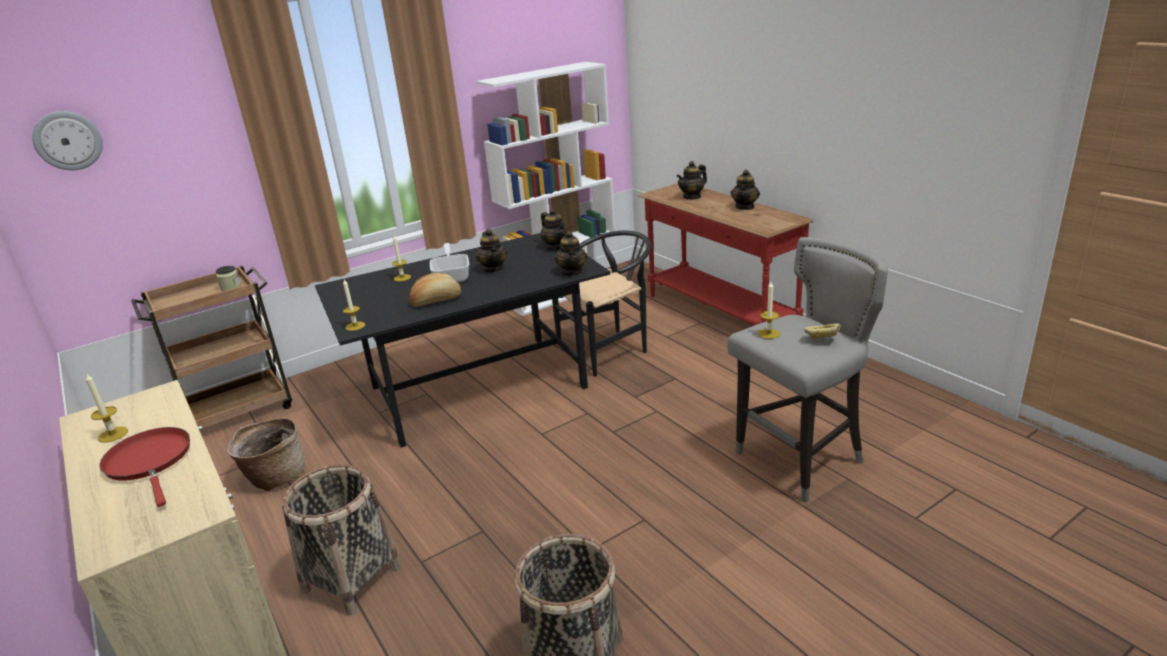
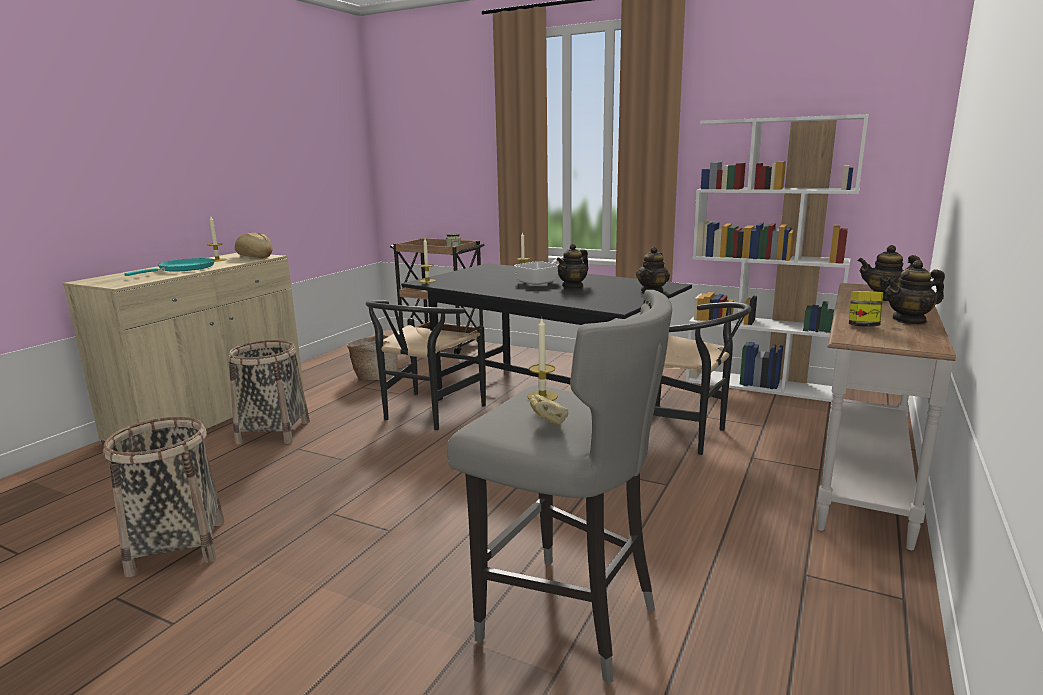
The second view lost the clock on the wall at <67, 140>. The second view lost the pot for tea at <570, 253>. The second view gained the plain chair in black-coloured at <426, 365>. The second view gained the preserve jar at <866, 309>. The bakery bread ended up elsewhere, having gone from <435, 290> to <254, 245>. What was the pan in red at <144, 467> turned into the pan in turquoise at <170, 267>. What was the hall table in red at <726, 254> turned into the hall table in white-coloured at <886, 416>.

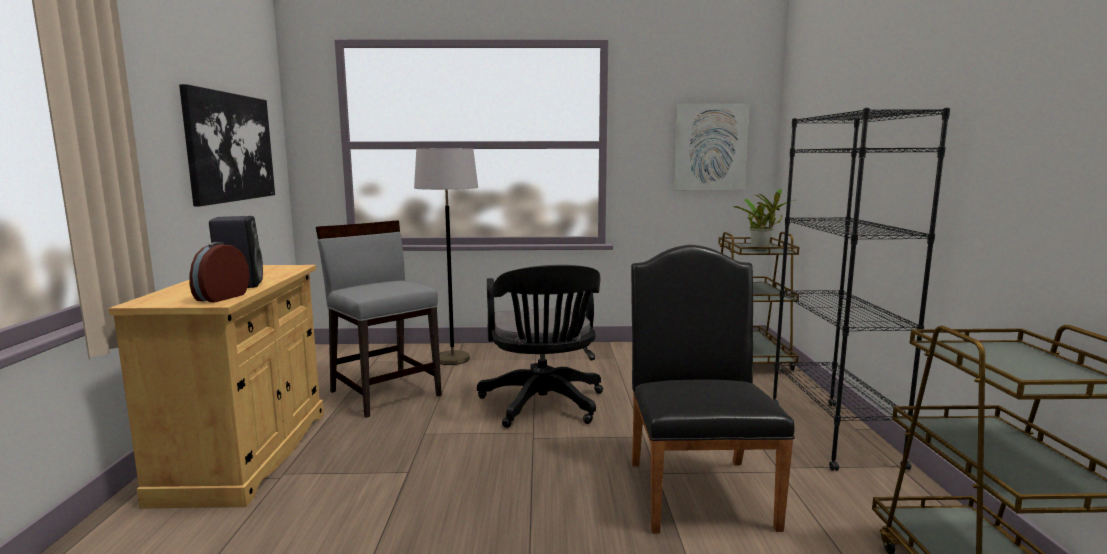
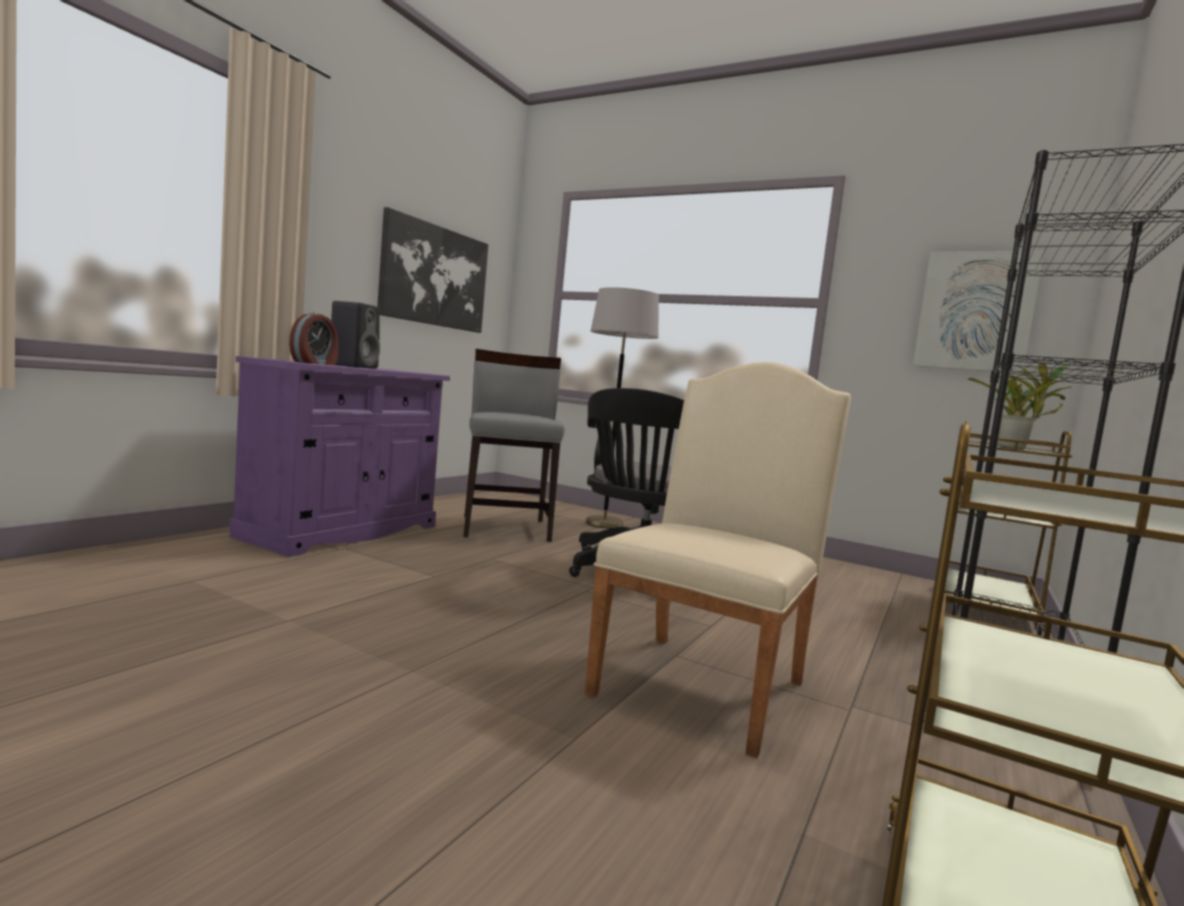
What was the cabinet in sand-coloured at <216, 387> turned into the cabinet in purple-coloured at <340, 456>. What was the plain chair in black-coloured at <713, 389> turned into the plain chair in sand-coloured at <718, 560>. The table clock at <219, 272> ended up facing another way, 150 degrees clockwise from before.

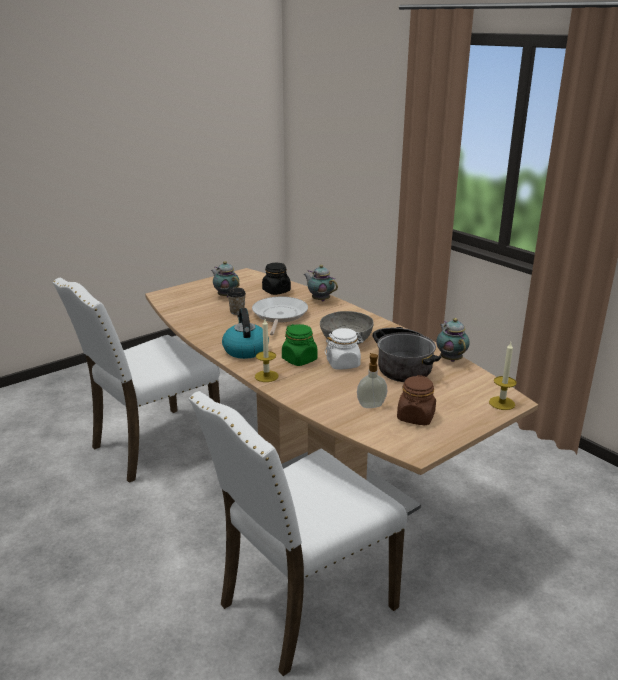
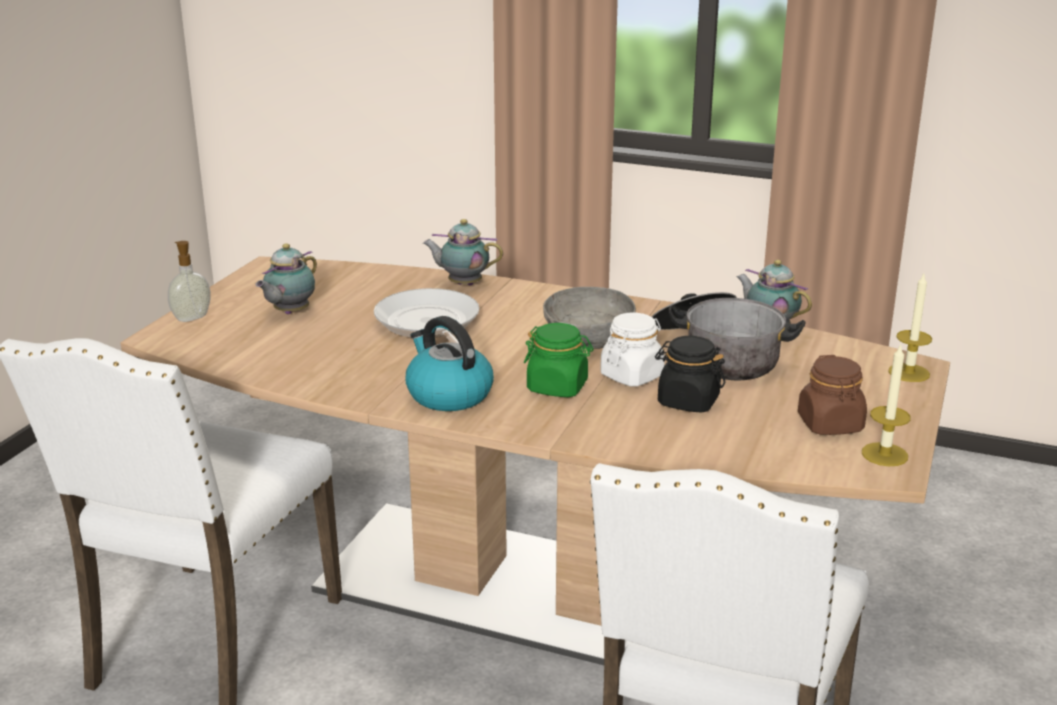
The second view lost the drinking cup at <236, 301>. The wax light ended up elsewhere, having gone from <266, 350> to <886, 405>. The preserve jar in black-coloured ended up elsewhere, having gone from <276, 279> to <690, 374>. The liquid soap bottle ended up elsewhere, having gone from <372, 380> to <189, 281>. The pot for tea at <225, 279> ended up facing another way, 75 degrees counterclockwise from before.

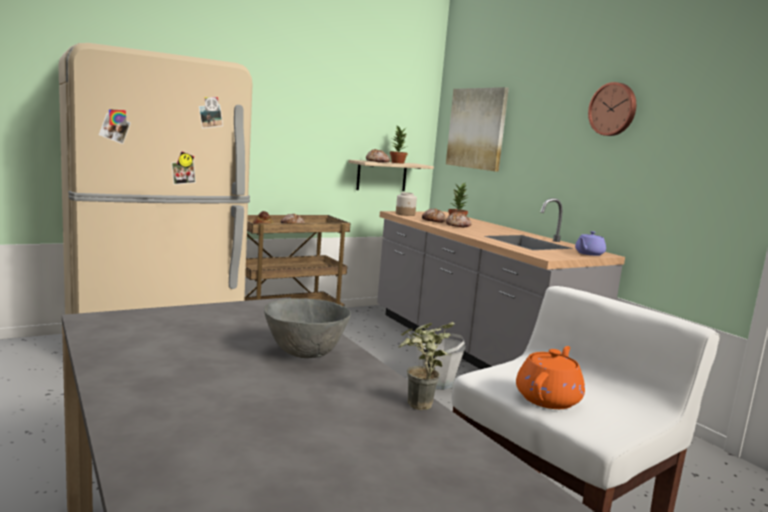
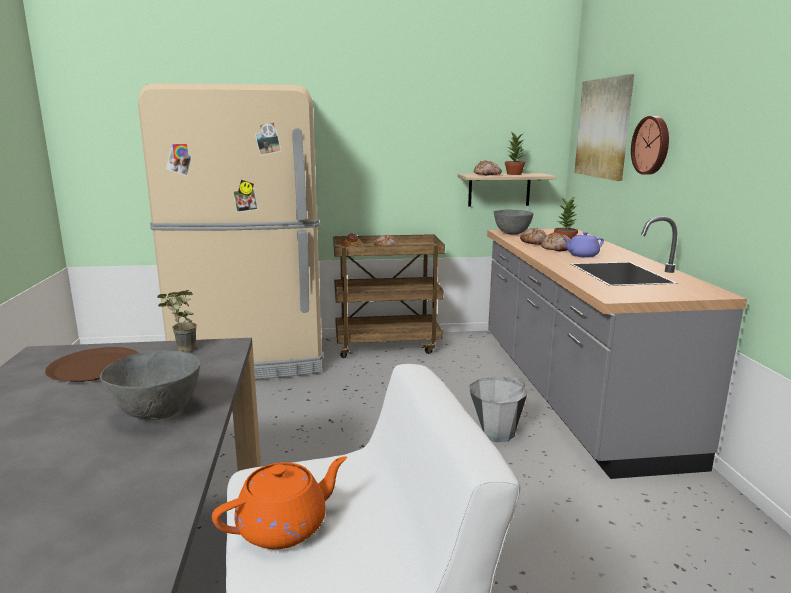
The second view gained the flat dish in brownish at <91, 364>. The plant in a pot ended up elsewhere, having gone from <426, 366> to <177, 321>. The pot for tea in purple-coloured ended up elsewhere, having gone from <590, 243> to <584, 245>. The clock on the wall ended up elsewhere, having gone from <612, 109> to <650, 145>. Where the preserve jar stood at <406, 204>, the deep dish in grey came to stand at <514, 222>.

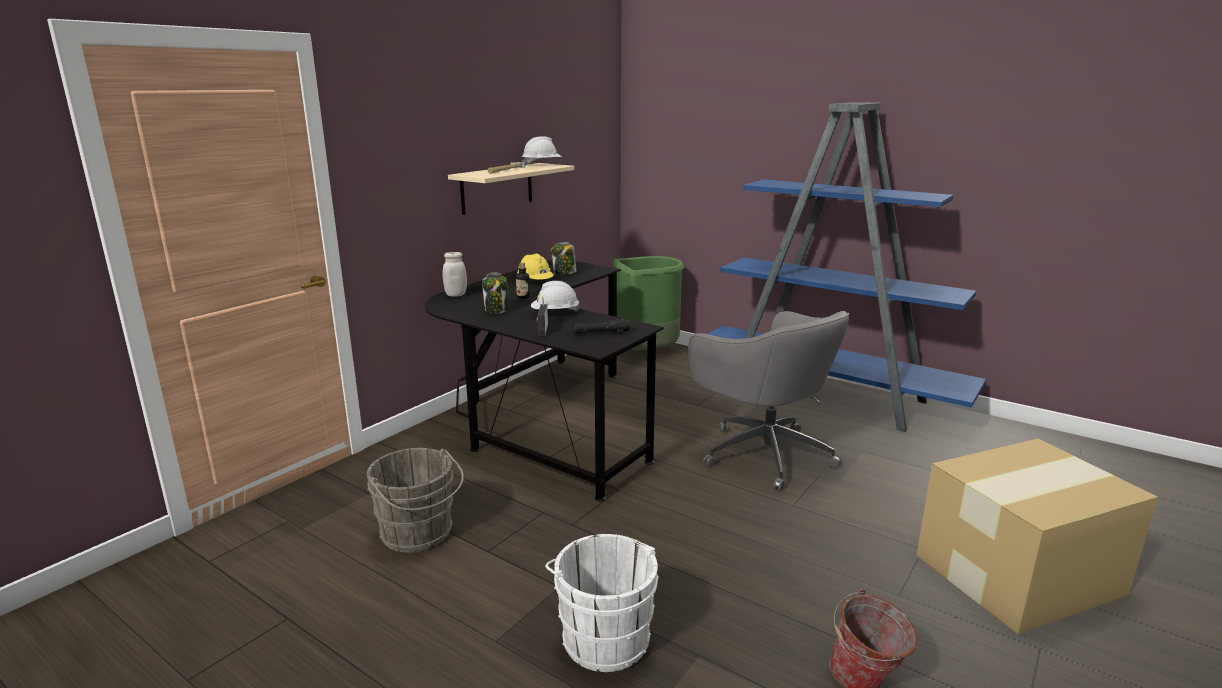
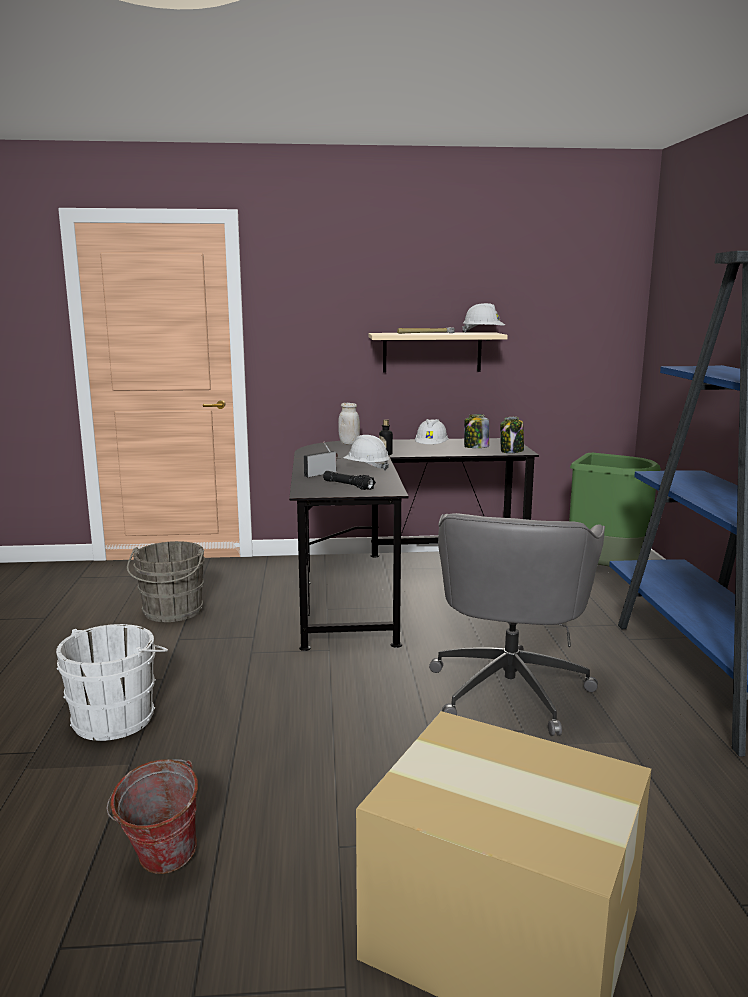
The preserve jar ended up elsewhere, having gone from <496, 293> to <512, 435>. What was the work helmet in yellow-coloured at <535, 267> turned into the work helmet in white-coloured at <432, 432>.

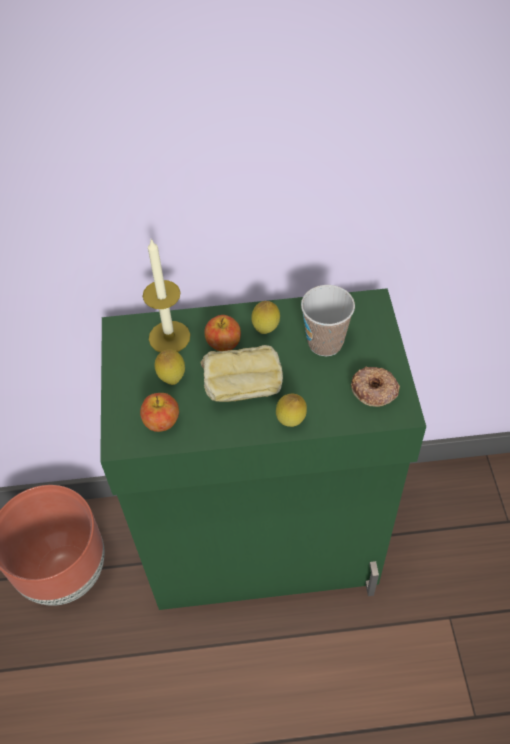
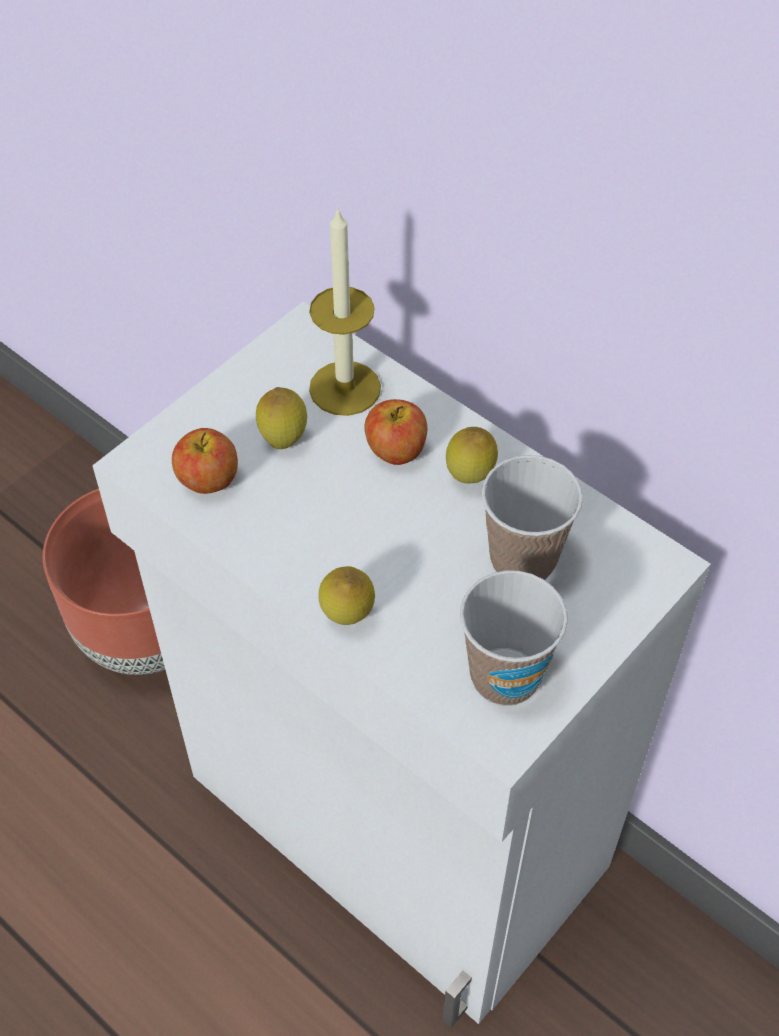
The second view lost the bakery bread at <242, 373>. Where the doughnut stood at <375, 386>, the drinking cup came to stand at <514, 638>. What was the cabinet in green-coloured at <263, 449> turned into the cabinet in white-coloured at <401, 665>.

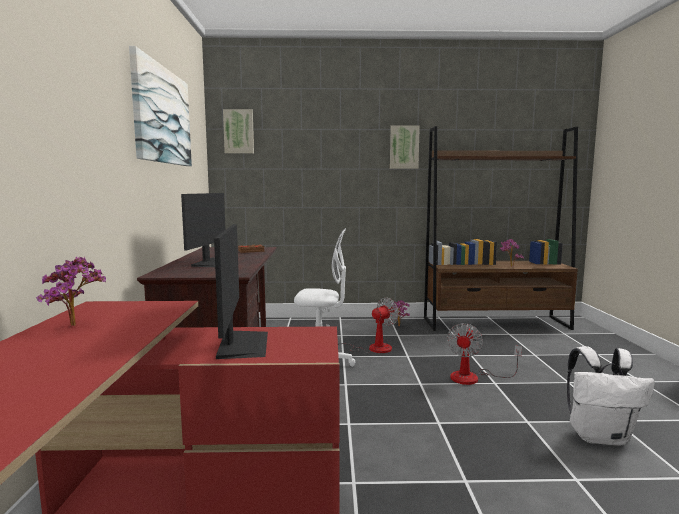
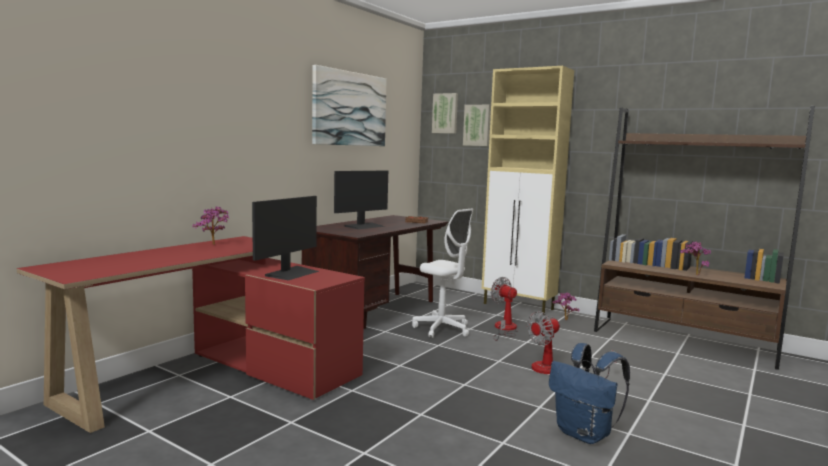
The second view gained the cabinet in sand-coloured at <528, 191>. The wall picture ended up elsewhere, having gone from <405, 147> to <477, 125>. What was the knapsack in white-coloured at <611, 396> turned into the knapsack in blue at <589, 393>. The cooling fan at <362, 325> ended up facing another way, 120 degrees counterclockwise from before.

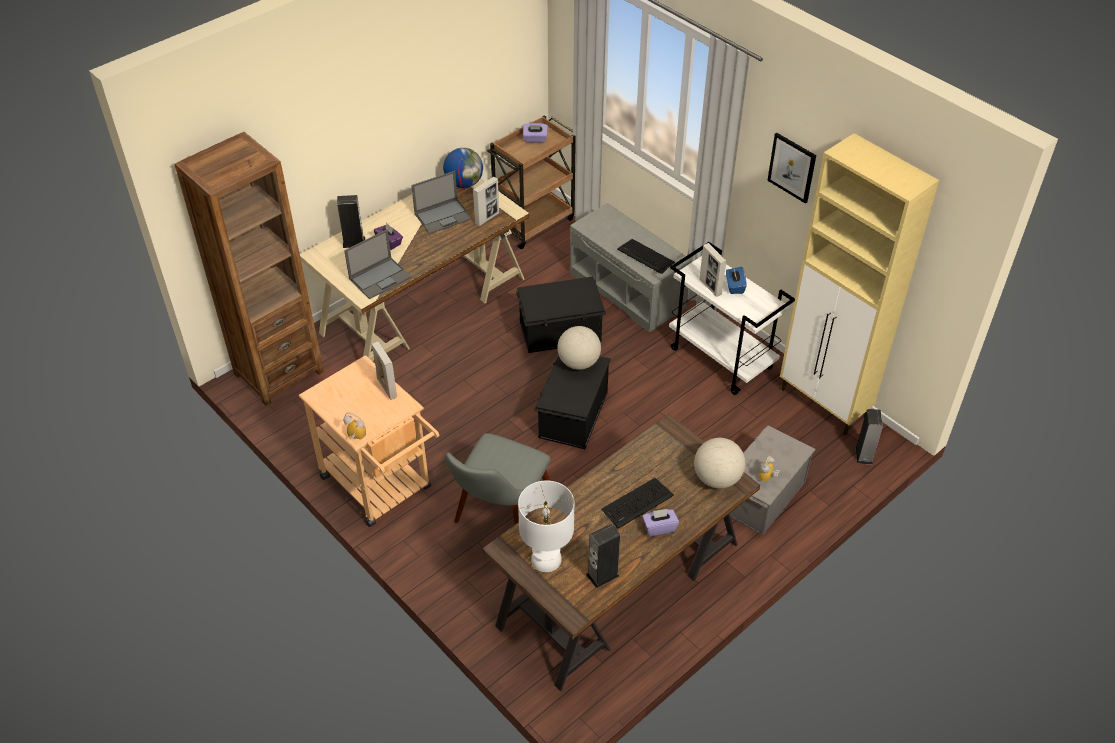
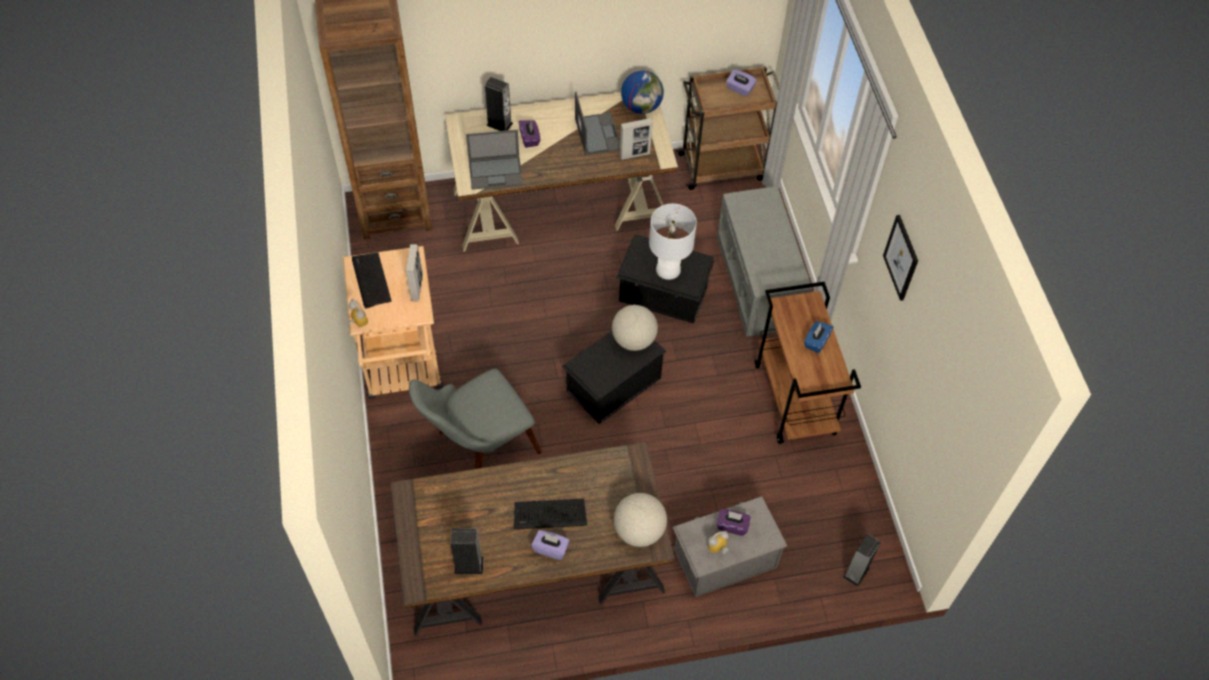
The second view lost the picture frame at <713, 270>. The second view lost the cabinet in sand-coloured at <859, 284>. The second view gained the box of tissues in purple-coloured at <734, 522>. The lamp for a table in white-coloured ended up elsewhere, having gone from <546, 526> to <673, 242>. The keyboard ended up elsewhere, having gone from <646, 256> to <372, 281>. What was the cart in white-coloured at <732, 318> turned into the cart in brownish at <807, 363>. The notebook computer at <441, 202> ended up facing another way, 105 degrees counterclockwise from before.

